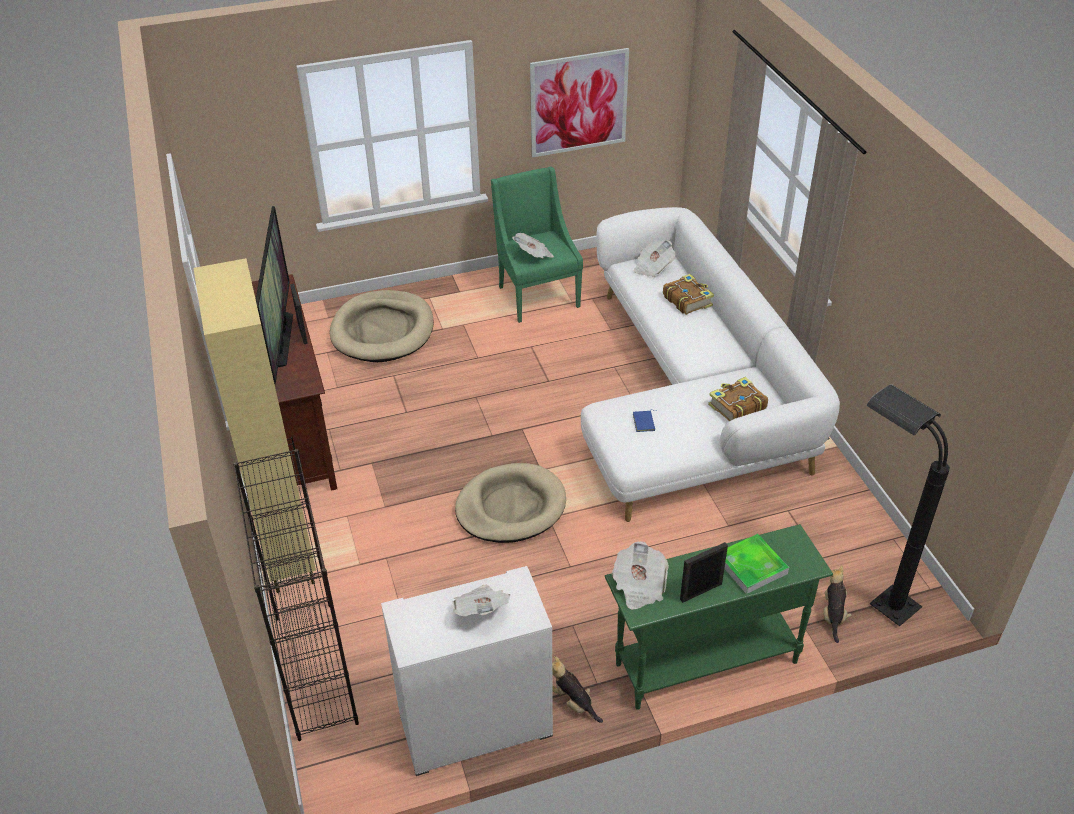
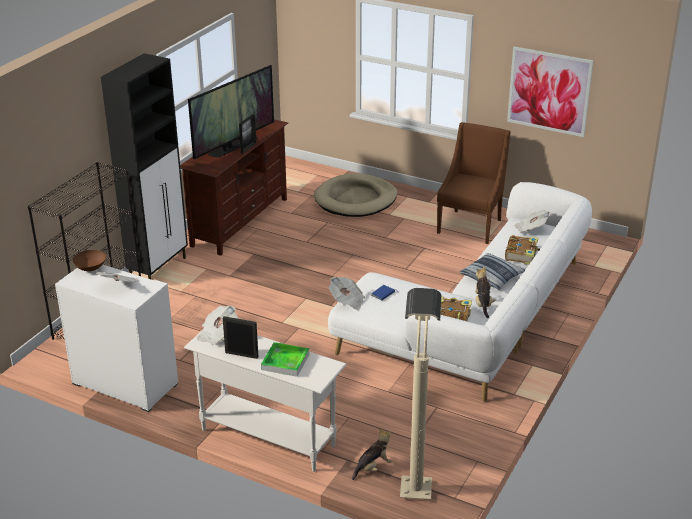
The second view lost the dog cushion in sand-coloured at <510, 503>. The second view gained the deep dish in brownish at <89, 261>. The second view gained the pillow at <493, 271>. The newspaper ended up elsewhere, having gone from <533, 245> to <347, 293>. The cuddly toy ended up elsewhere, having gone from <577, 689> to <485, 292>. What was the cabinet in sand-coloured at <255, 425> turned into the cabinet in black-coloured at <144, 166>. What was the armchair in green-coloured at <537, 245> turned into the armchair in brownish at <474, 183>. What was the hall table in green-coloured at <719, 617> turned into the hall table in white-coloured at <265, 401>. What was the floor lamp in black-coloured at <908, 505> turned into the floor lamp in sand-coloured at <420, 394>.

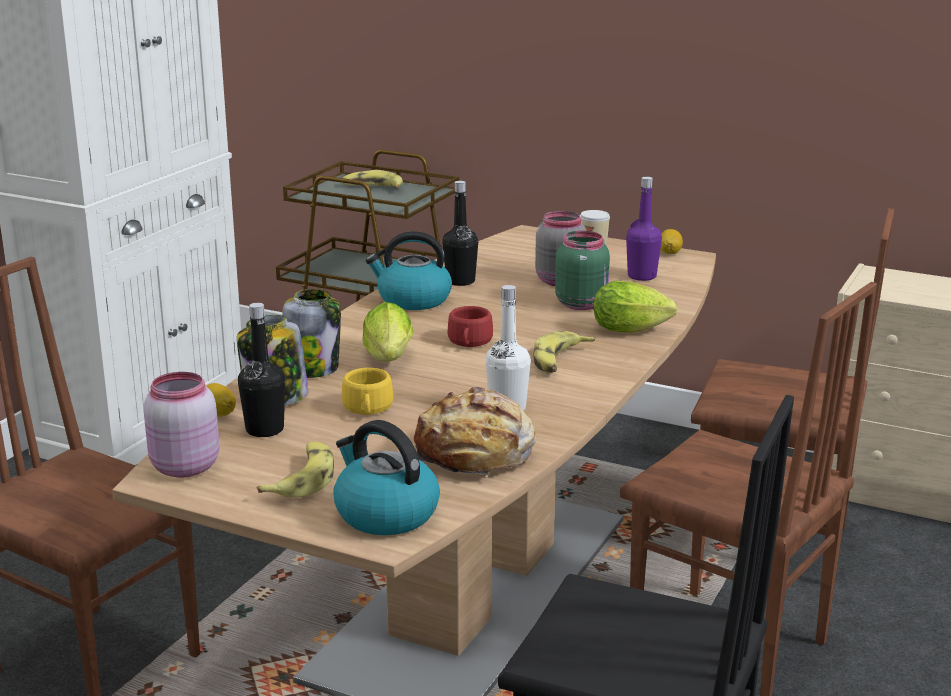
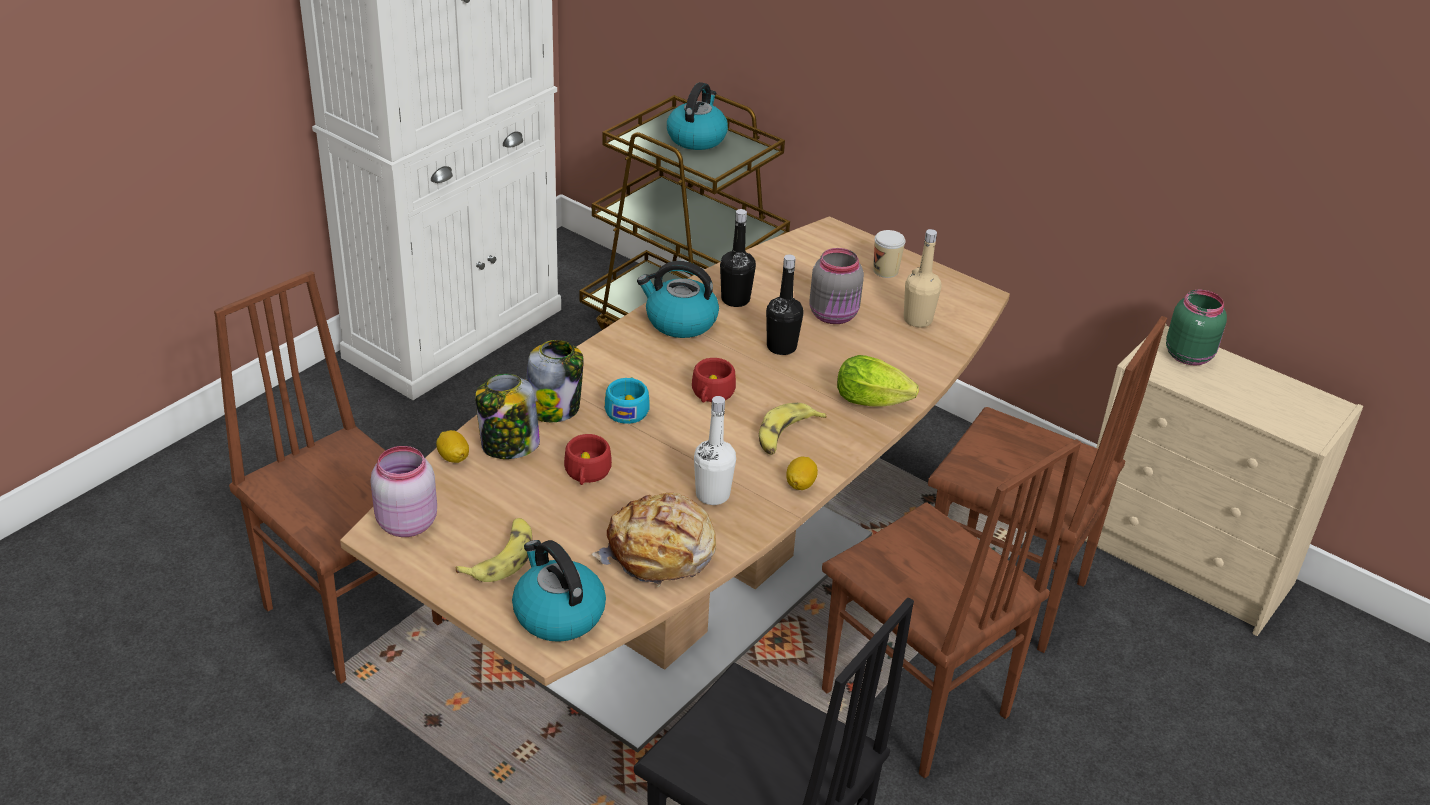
The bottle in black-coloured ended up elsewhere, having gone from <261, 370> to <785, 305>. The preserve jar in green-coloured ended up elsewhere, having gone from <582, 270> to <1196, 327>. The whole lemon ended up elsewhere, having gone from <672, 241> to <802, 473>. Where the banana fruit stood at <373, 179>, the water kettle came to stand at <697, 116>. Where the lettuce stood at <387, 332>, the drinking cup in turquoise came to stand at <627, 400>. What was the drinking cup in yellow-coloured at <367, 391> turned into the drinking cup in red at <588, 459>. What was the bottle in purple-coloured at <644, 229> turned into the bottle in sand-coloured at <923, 278>.

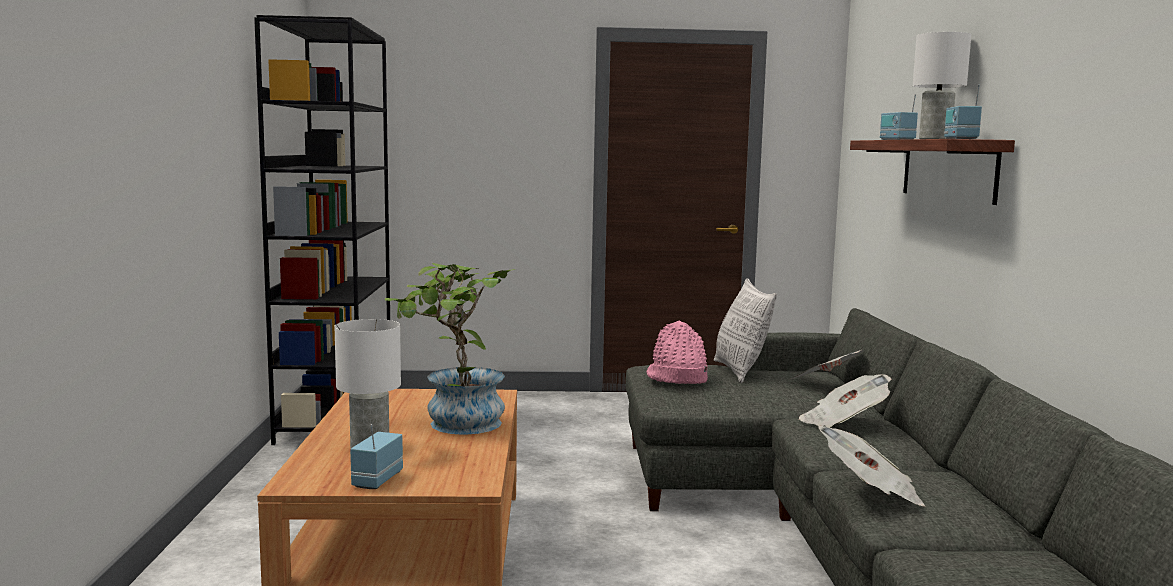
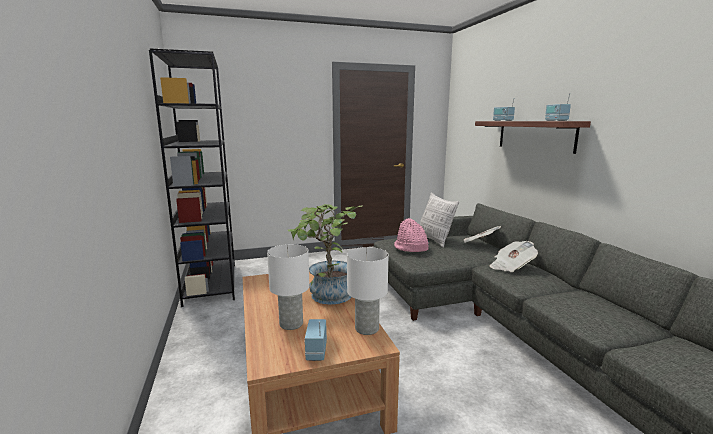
The second view lost the newspaper at <871, 465>. The lamp for a table in white-coloured ended up elsewhere, having gone from <942, 85> to <368, 291>.

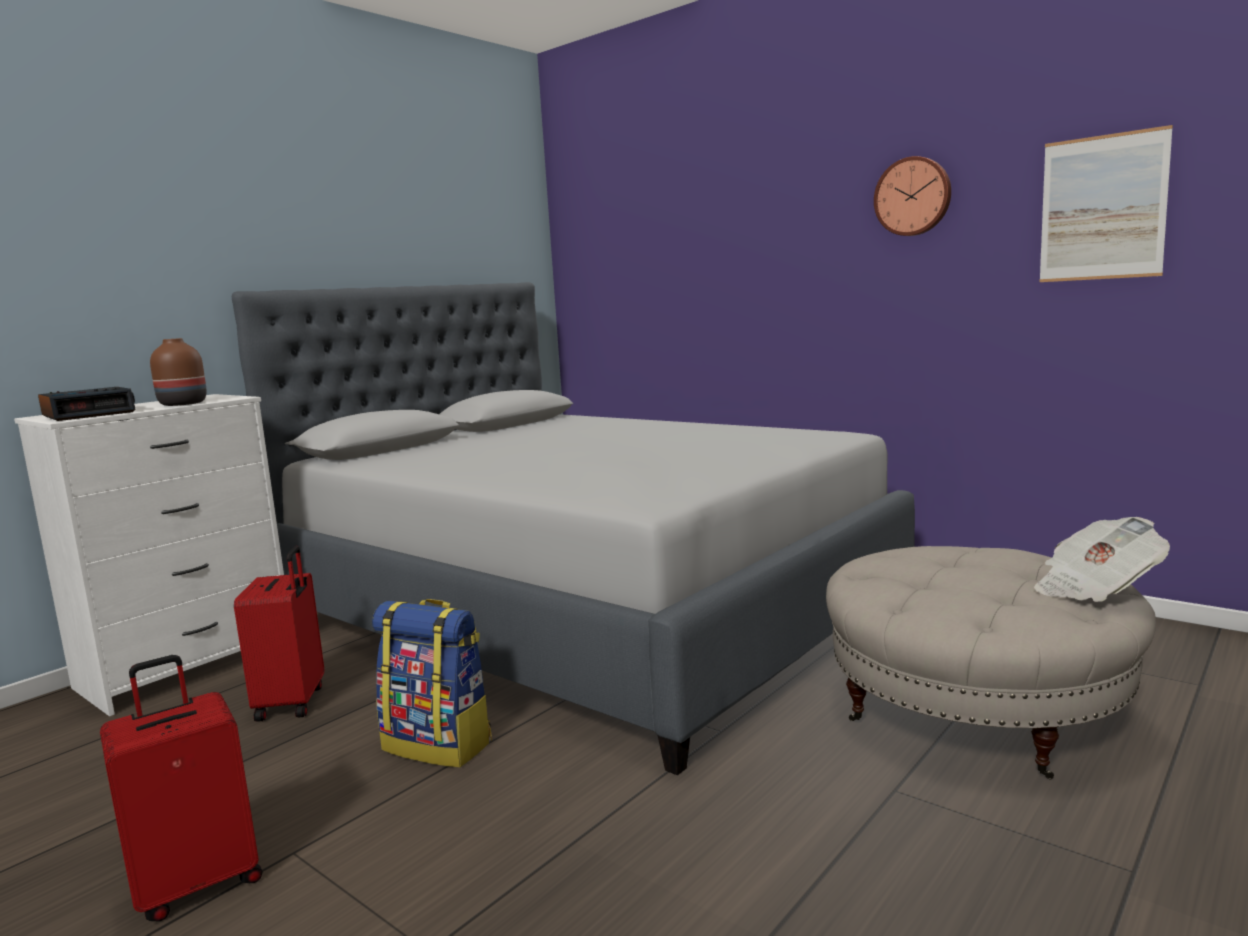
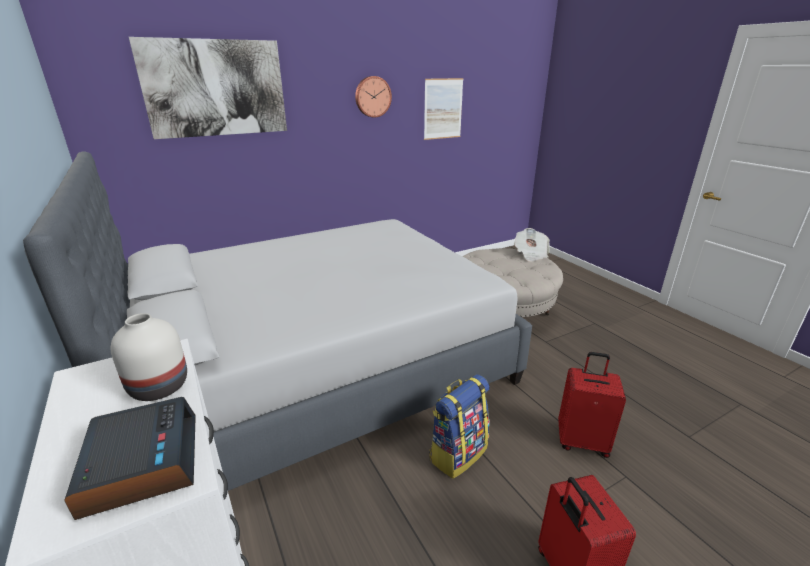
The second view gained the wall picture at <208, 88>. The piece of luggage in red ended up elsewhere, having gone from <279, 634> to <592, 405>. What was the vase in brownish at <178, 372> turned into the vase in white-coloured at <149, 357>.

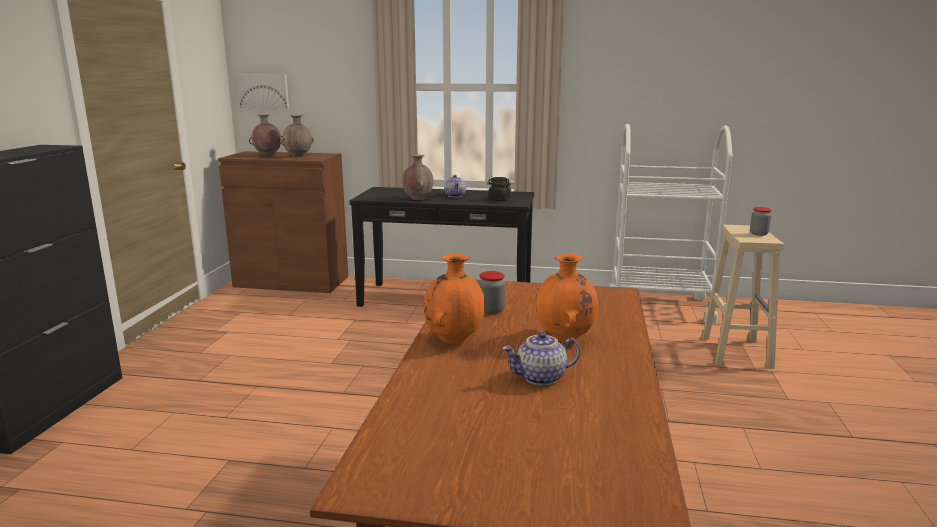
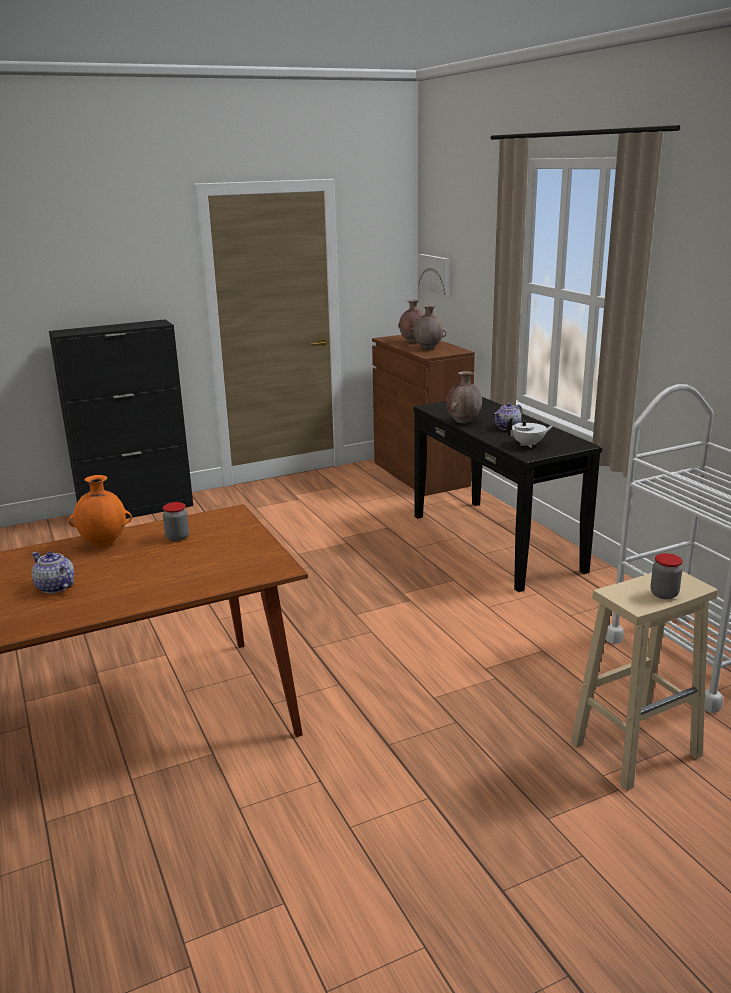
The second view lost the vase in orange-coloured at <567, 297>. Where the preserve jar in black-coloured stood at <499, 189>, the pot for tea in white-coloured came to stand at <530, 433>.

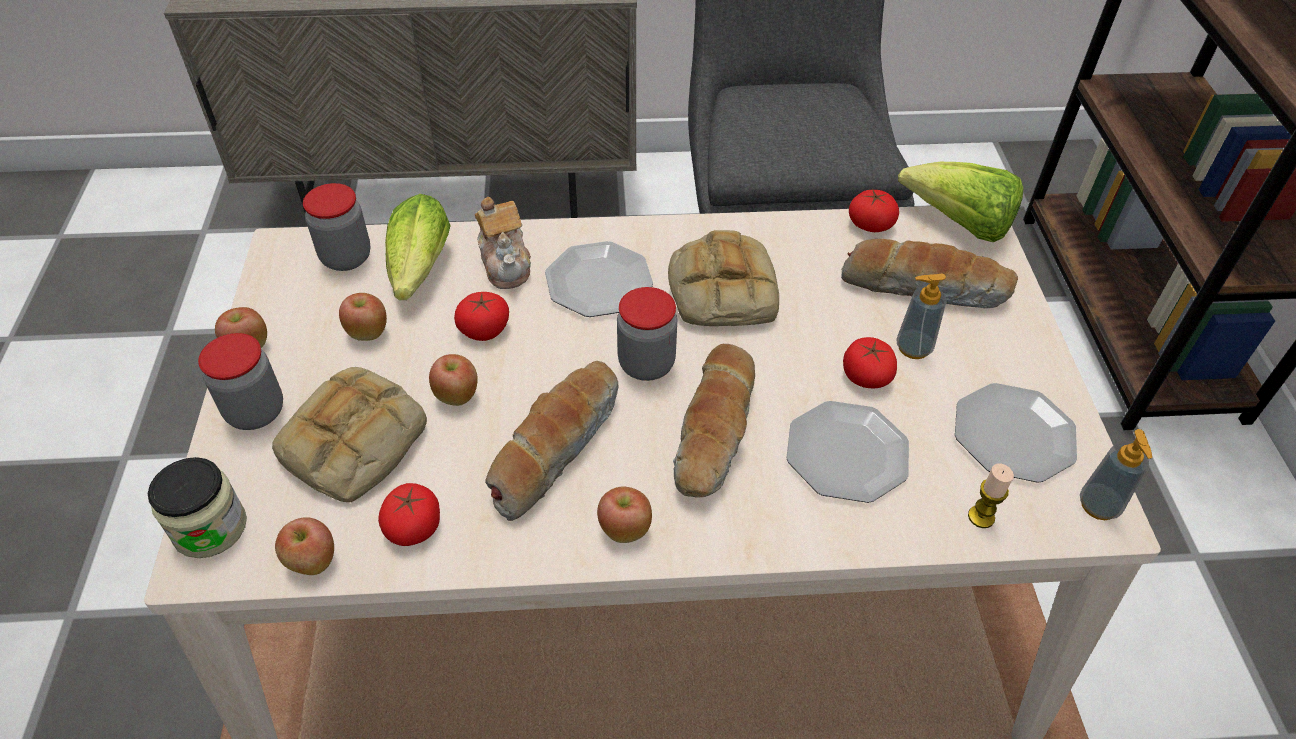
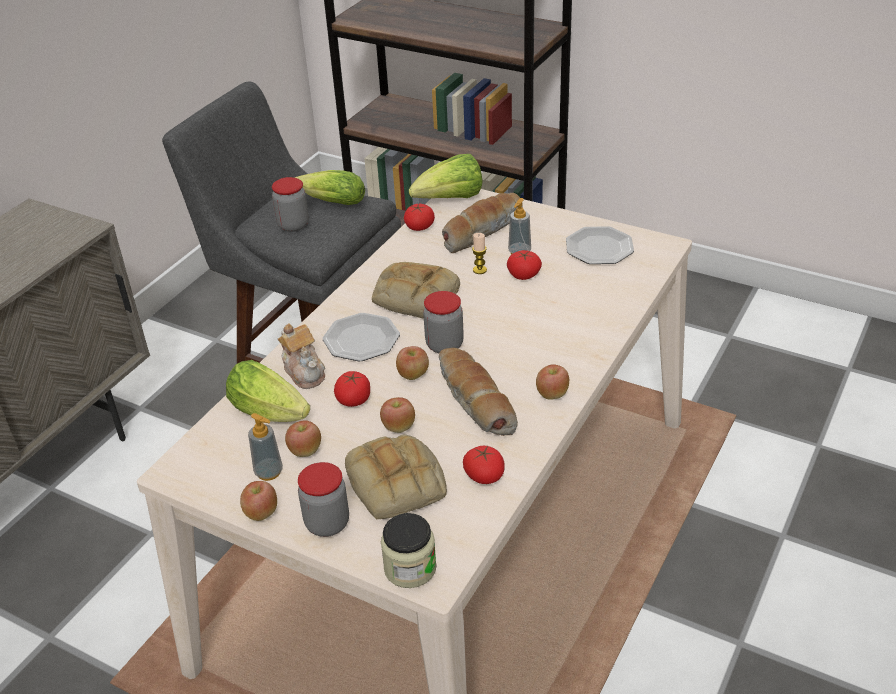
The second view lost the bakery bread at <714, 420>. The second view lost the flat dish at <847, 452>. The second view gained the lettuce at <329, 187>. The whole apple ended up elsewhere, having gone from <304, 546> to <412, 363>. The preserve jar ended up elsewhere, having gone from <337, 227> to <290, 204>. The wax light ended up elsewhere, having gone from <991, 495> to <479, 253>. The liquid soap bottle ended up elsewhere, having gone from <1116, 474> to <265, 447>. The pot for tea at <503, 243> ended up facing another way, 45 degrees clockwise from before.

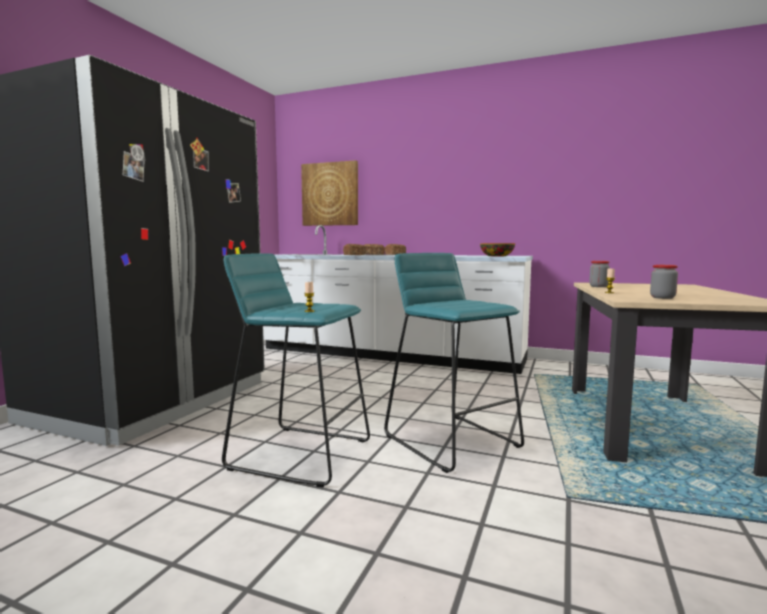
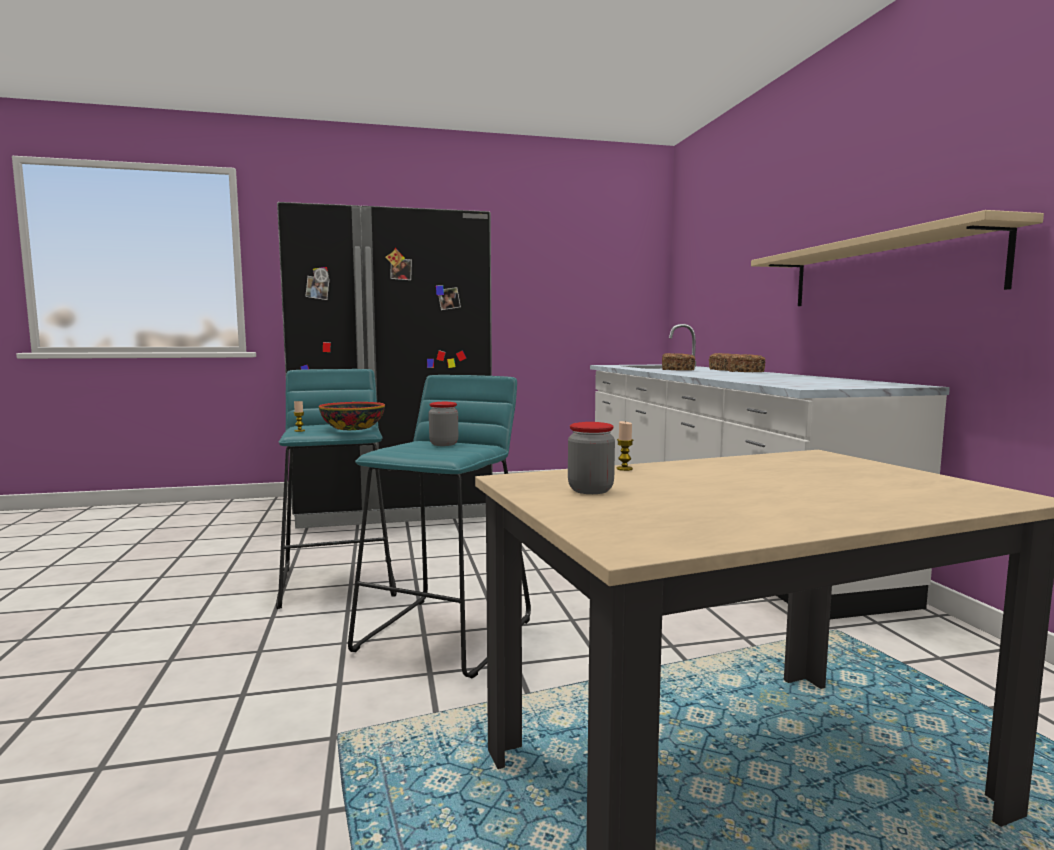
The second view lost the wall picture at <329, 193>. The second view gained the shelf in sand-coloured at <897, 258>. The deep dish ended up elsewhere, having gone from <497, 249> to <352, 416>. The preserve jar ended up elsewhere, having gone from <599, 274> to <443, 424>.

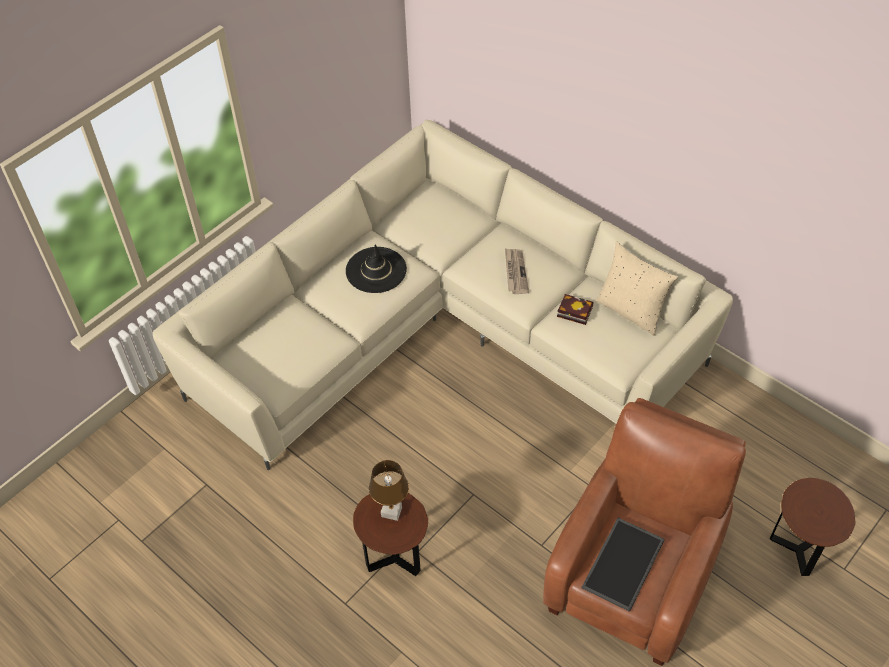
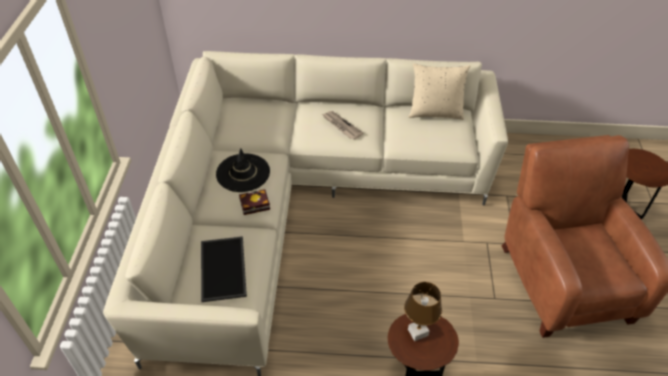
The volume ended up elsewhere, having gone from <575, 309> to <254, 202>. The carrying tray ended up elsewhere, having gone from <623, 565> to <224, 269>.

